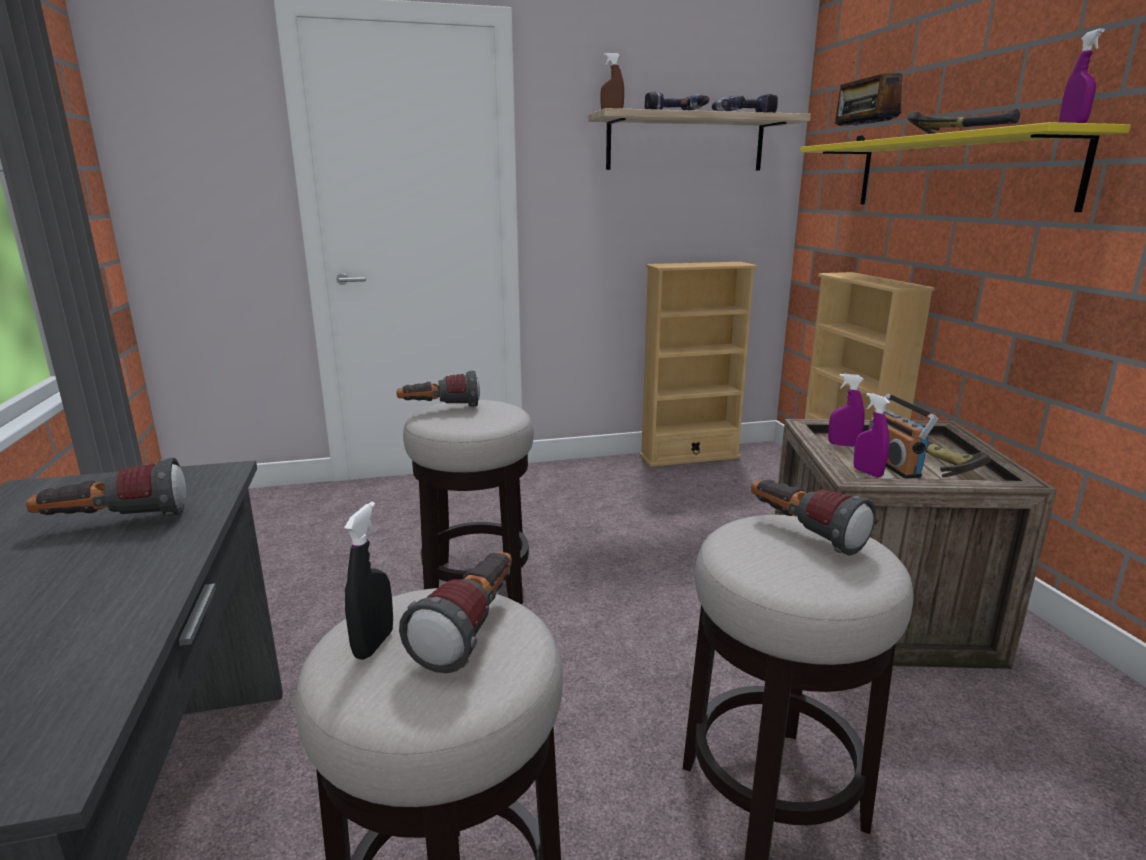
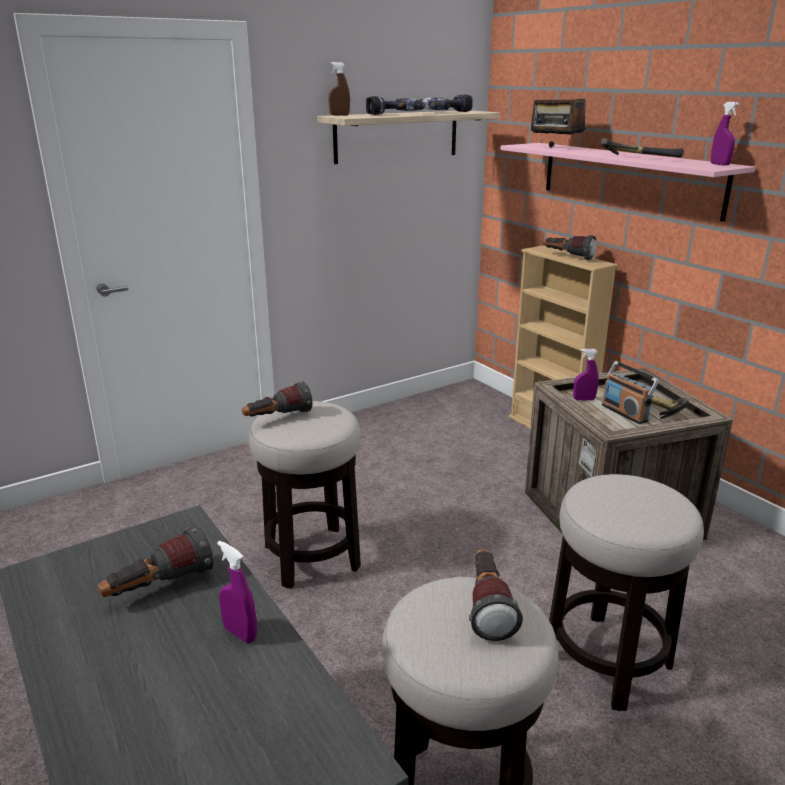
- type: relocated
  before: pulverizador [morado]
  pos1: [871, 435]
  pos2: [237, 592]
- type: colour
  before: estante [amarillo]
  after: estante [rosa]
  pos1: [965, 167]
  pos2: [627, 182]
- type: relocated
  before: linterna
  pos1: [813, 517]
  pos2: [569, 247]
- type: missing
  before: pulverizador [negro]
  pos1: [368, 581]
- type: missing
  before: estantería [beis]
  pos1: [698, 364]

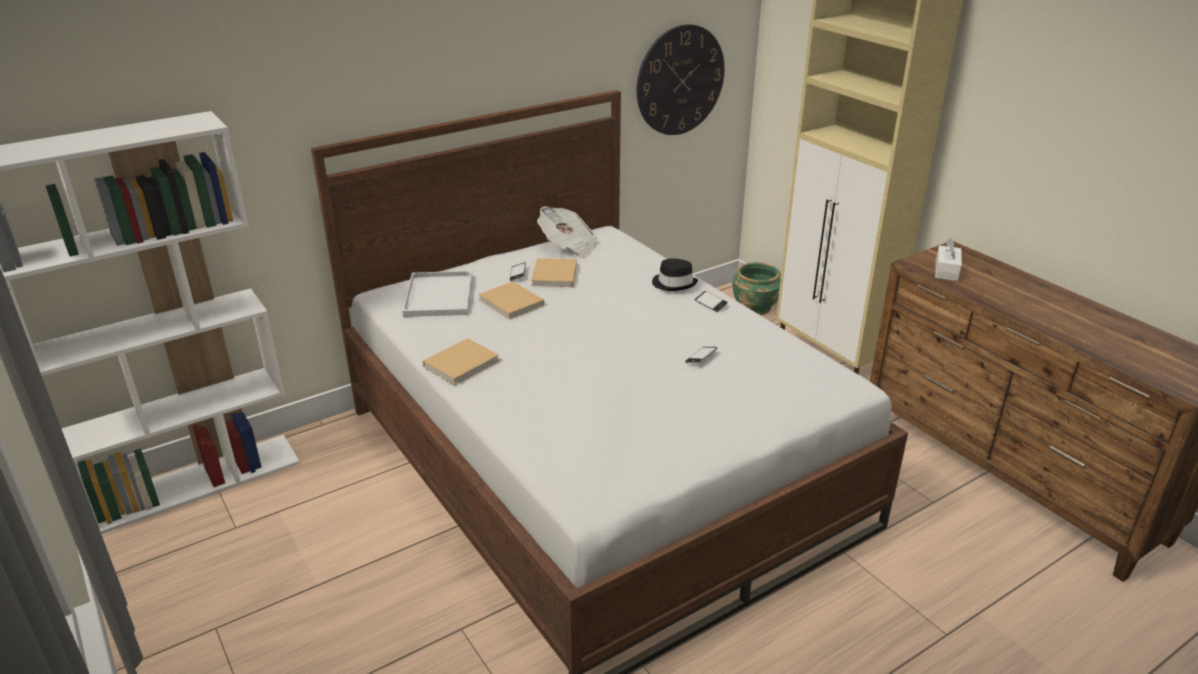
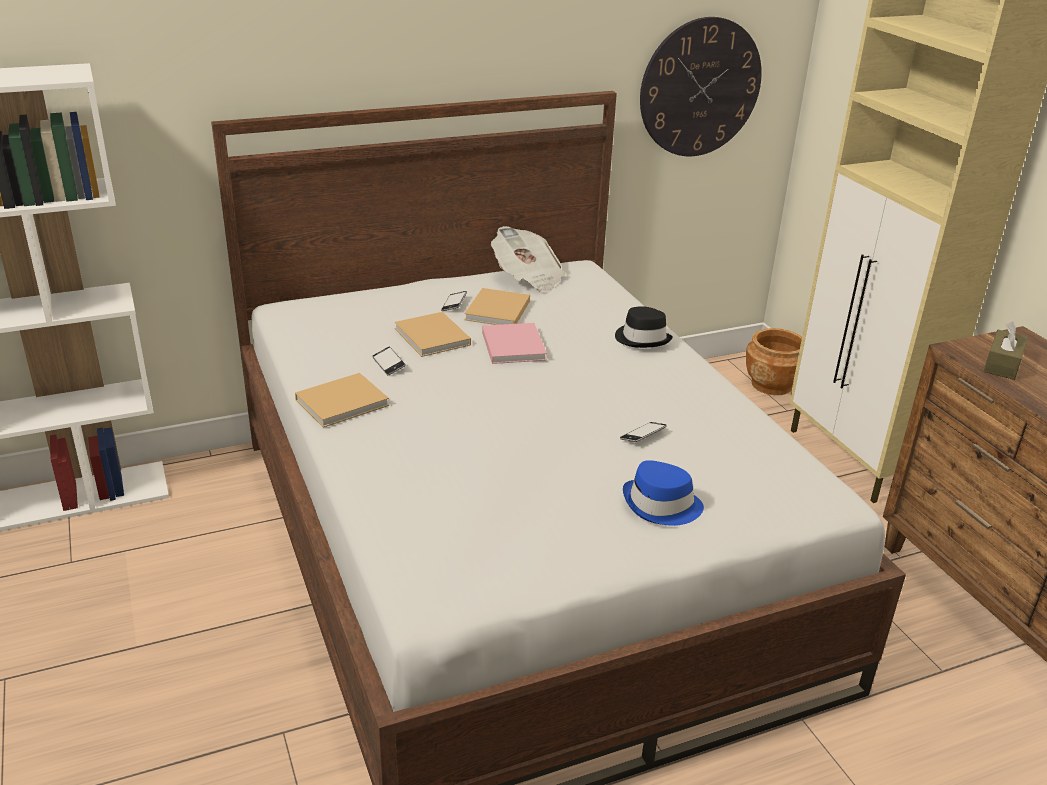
- type: relocated
  before: móvil
  pos1: [711, 301]
  pos2: [389, 361]
- type: appeared
  after: libro [rosa]
  pos2: [514, 343]
- type: appeared
  after: sombrero [azul]
  pos2: [663, 493]
- type: colour
  before: maceta [verde]
  after: maceta [marrón]
  pos1: [756, 288]
  pos2: [774, 361]
- type: colour
  before: caja de pañuelos [blanco]
  after: caja de pañuelos [marrón]
  pos1: [948, 260]
  pos2: [1006, 351]
- type: missing
  before: bandeja [blanco]
  pos1: [437, 294]

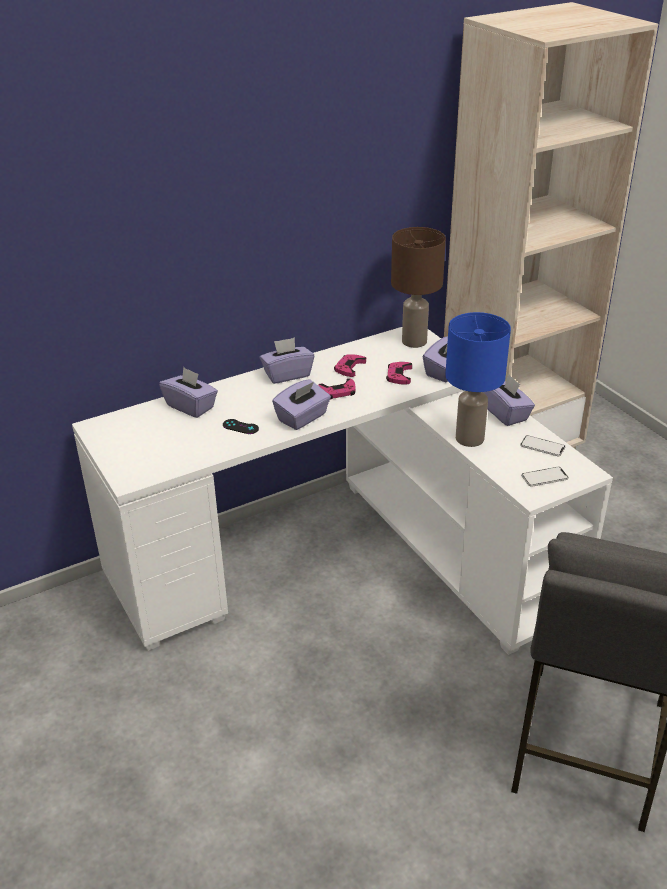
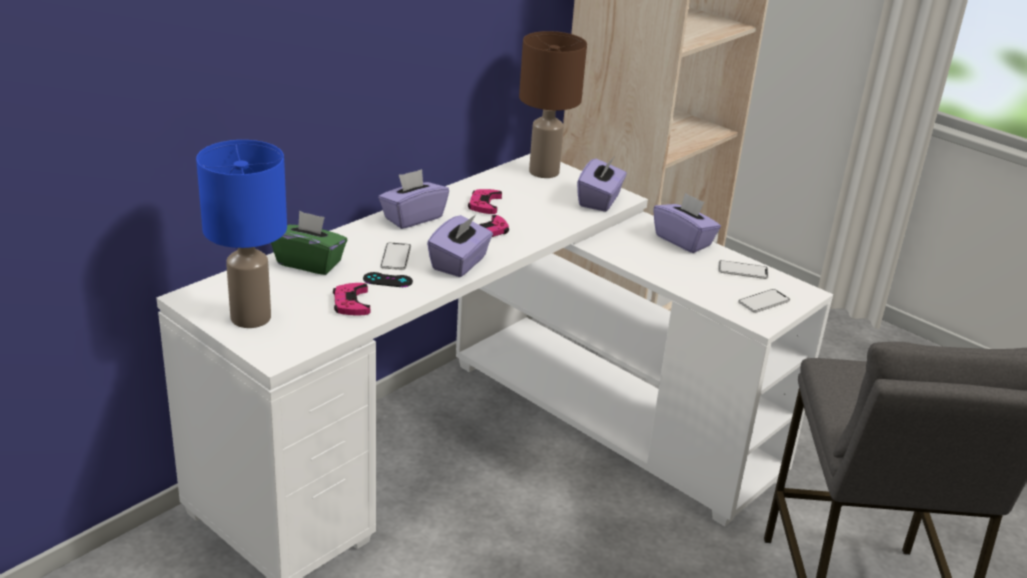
- type: relocated
  before: lámpara de mesa [azul]
  pos1: [478, 379]
  pos2: [241, 234]
- type: colour
  before: caja de pañuelos [morado]
  after: caja de pañuelos [verde]
  pos1: [188, 392]
  pos2: [309, 243]
- type: relocated
  before: mando de consola [rosa]
  pos1: [399, 373]
  pos2: [351, 299]
- type: appeared
  after: móvil
  pos2: [395, 256]

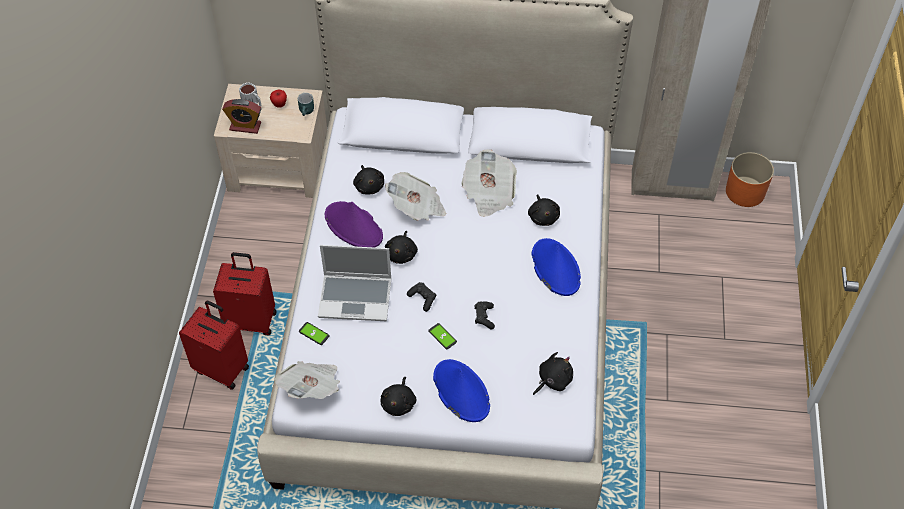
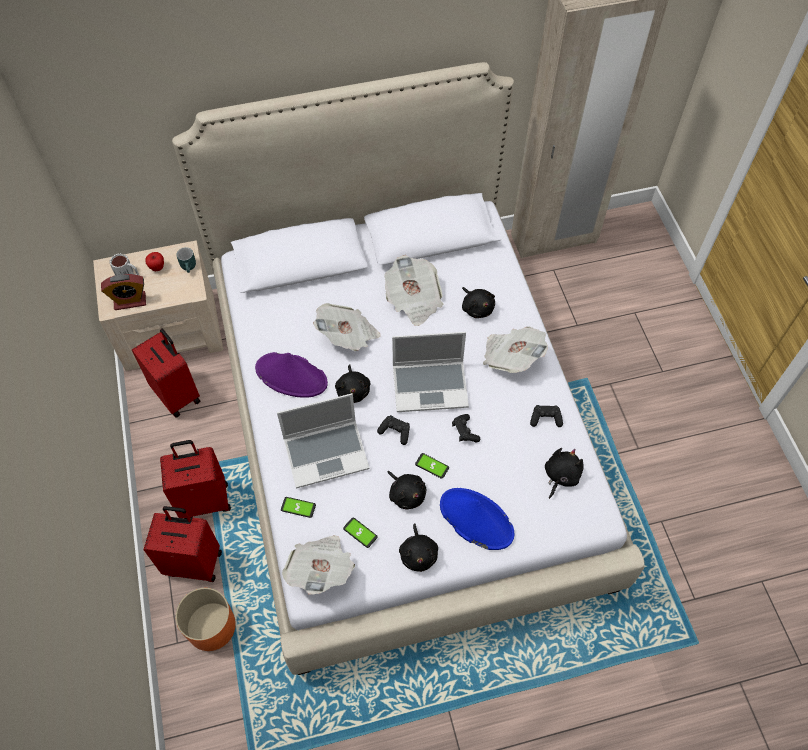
- type: appeared
  after: maleta [rojo]
  pos2: [166, 373]
- type: relocated
  before: maceta [naranja]
  pos1: [750, 179]
  pos2: [206, 619]
- type: appeared
  after: móvil
  pos2: [360, 533]
- type: relocated
  before: peluche [negro]
  pos1: [368, 180]
  pos2: [407, 490]
- type: appeared
  after: portátil
  pos2: [430, 372]
- type: exchanged
  before: sombrero [azul]
  after: periódico
  pos1: [556, 267]
  pos2: [515, 350]
- type: appeared
  after: mando de consola [negro]
  pos2: [546, 416]

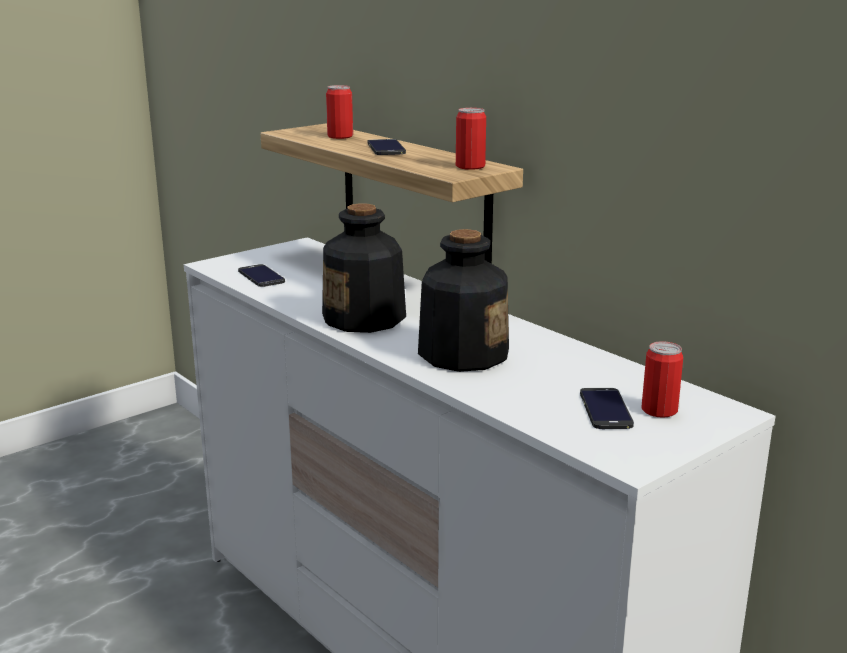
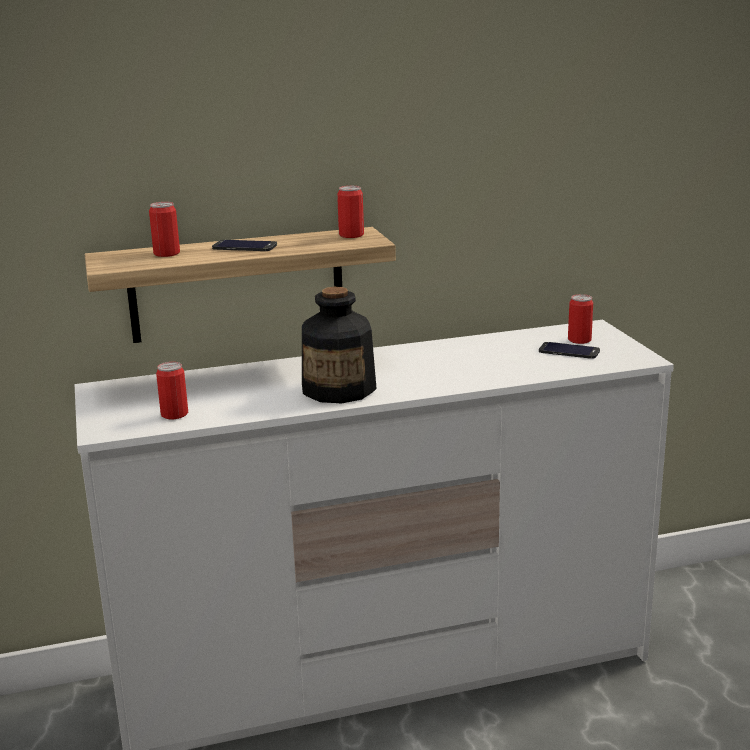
- type: exchanged
  before: móvil
  after: lata
  pos1: [261, 275]
  pos2: [172, 390]
- type: missing
  before: botella
  pos1: [463, 300]

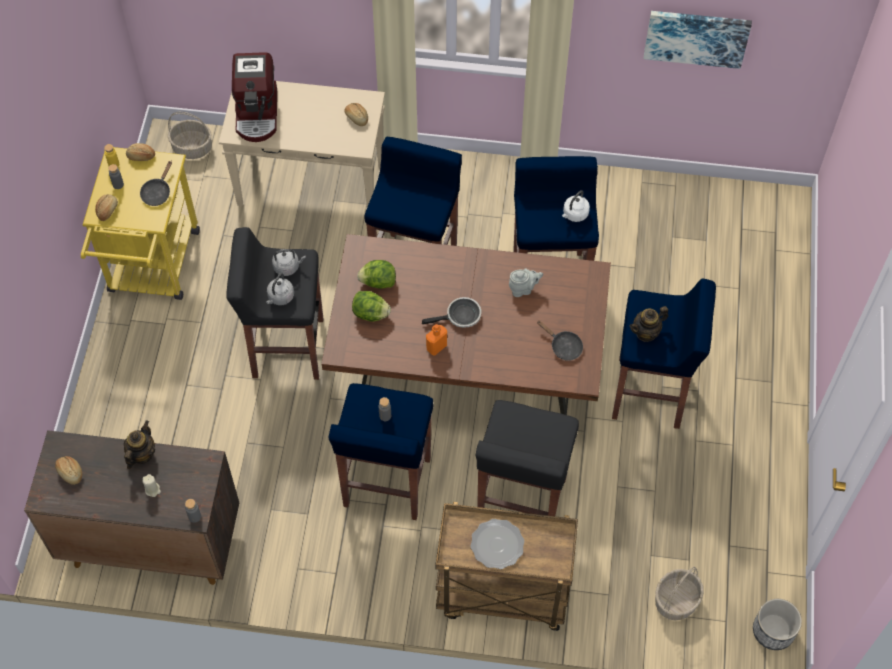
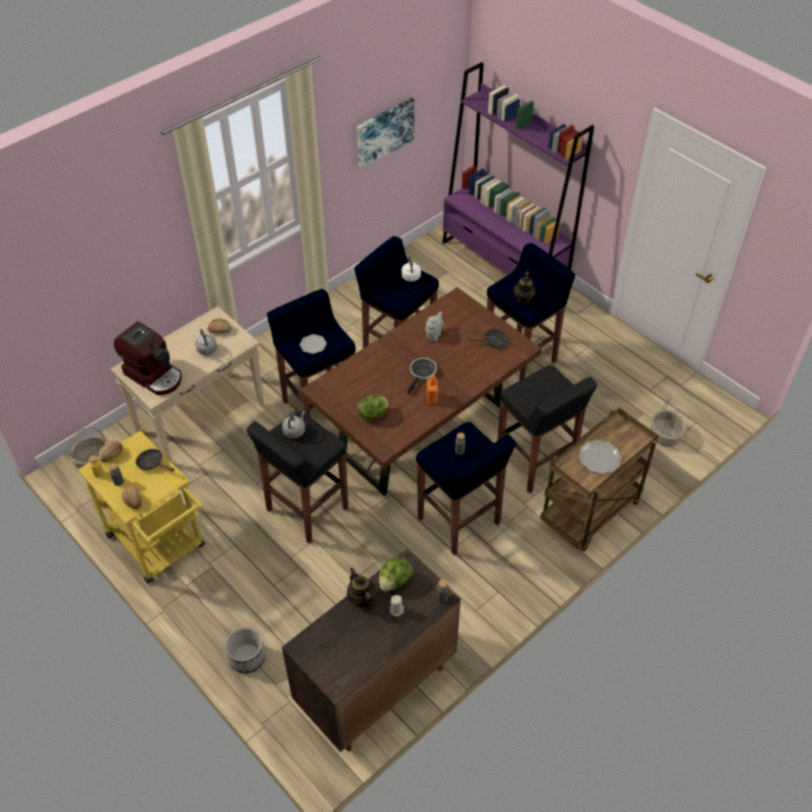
- type: spun
  before: sartén [negro]
  pos1: [156, 183]
  pos2: [155, 460]
  turn: 150
- type: relocated
  before: hervidor [gris]
  pos1: [280, 289]
  pos2: [206, 342]
- type: relocated
  before: maceta
  pos1: [777, 624]
  pos2: [245, 650]
- type: appeared
  after: plato
  pos2: [313, 344]
- type: relocated
  before: lechuga
  pos1: [376, 274]
  pos2: [396, 574]
- type: appeared
  after: estantería [morado]
  pos2: [518, 168]
- type: missing
  before: pan
  pos1: [68, 470]

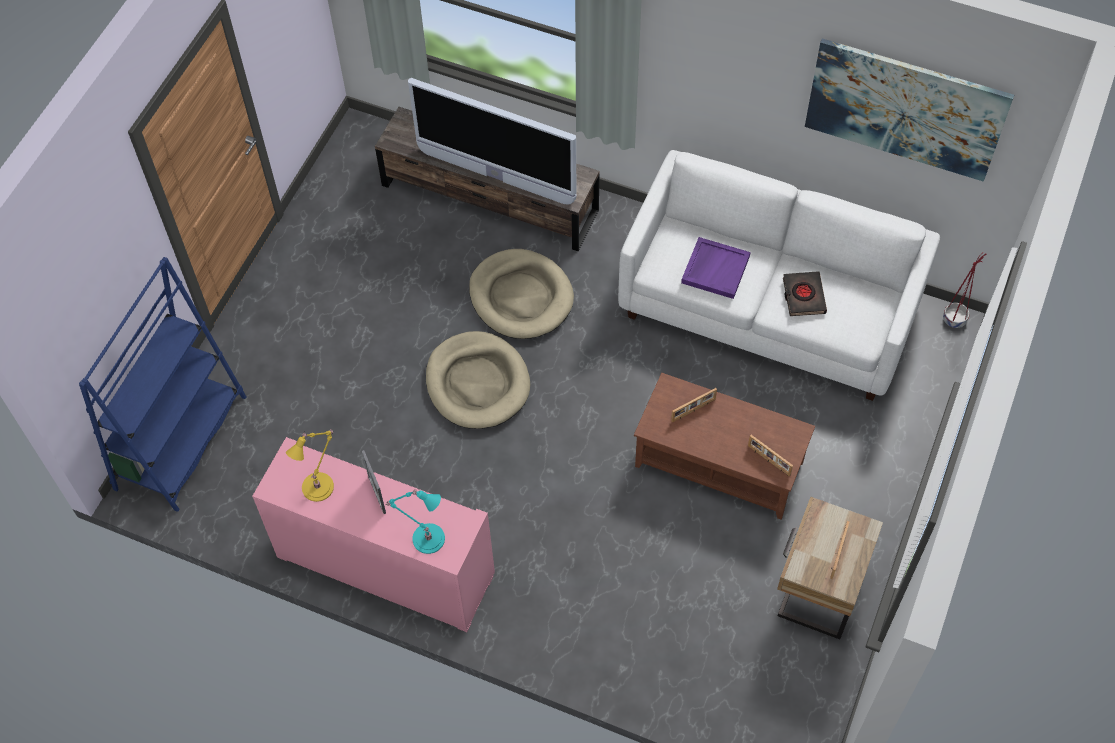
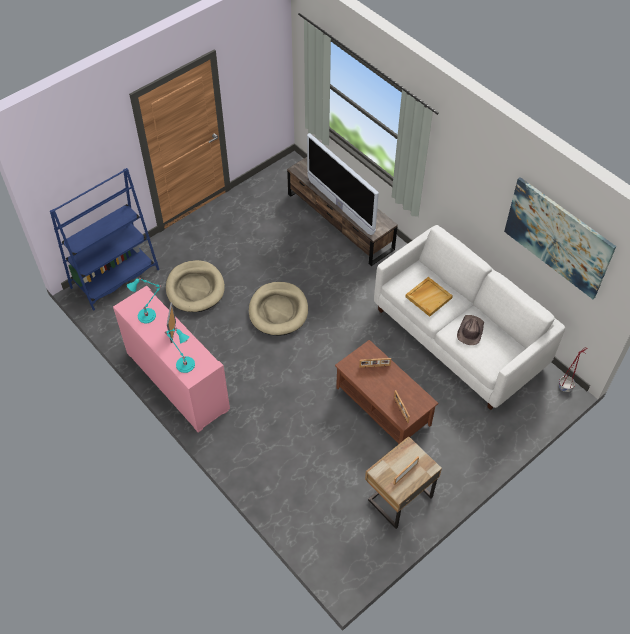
- type: colour
  before: lámpara de mesa [amarillo]
  after: lámpara de mesa [turquesa]
  pos1: [310, 465]
  pos2: [144, 300]
- type: relocated
  before: cama para perro [beis]
  pos1: [521, 294]
  pos2: [195, 286]
- type: colour
  before: bandeja [morado]
  after: bandeja [beis]
  pos1: [715, 268]
  pos2: [429, 297]
- type: exchanged
  before: libro [negro]
  after: sombrero [marrón]
  pos1: [805, 293]
  pos2: [470, 330]

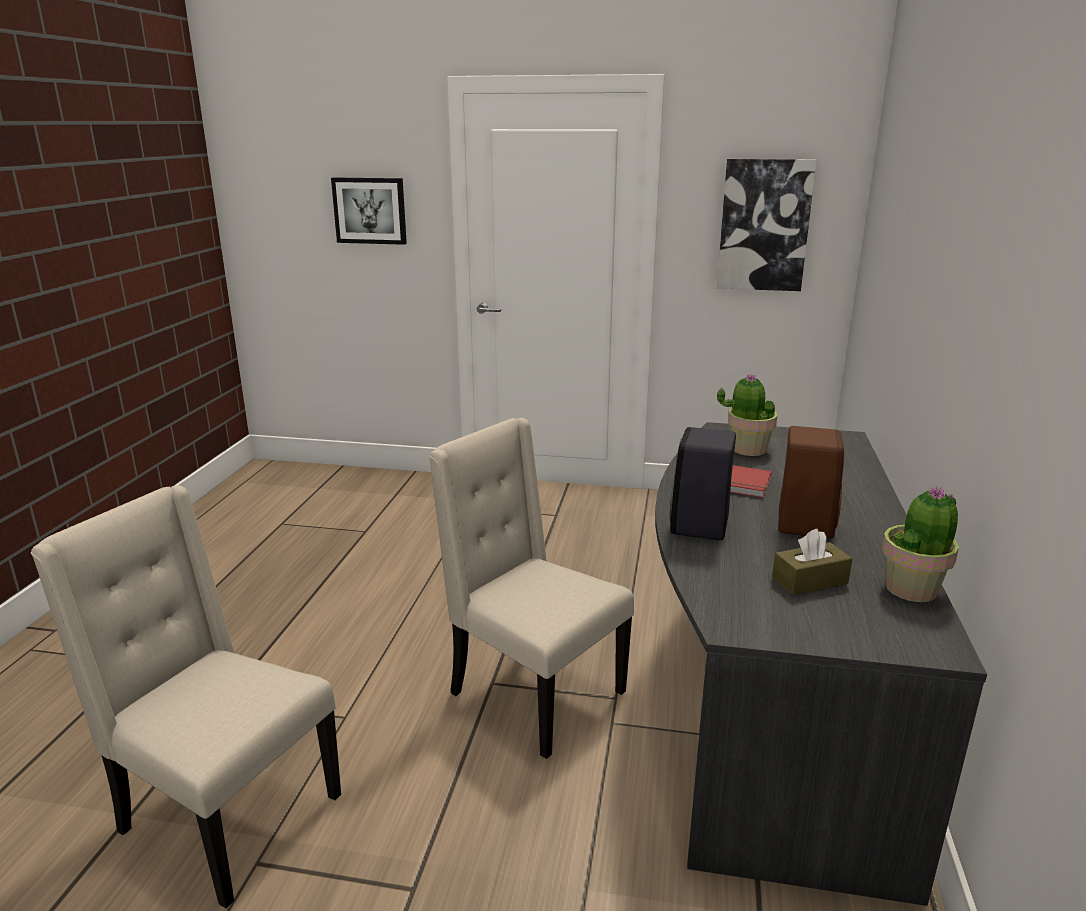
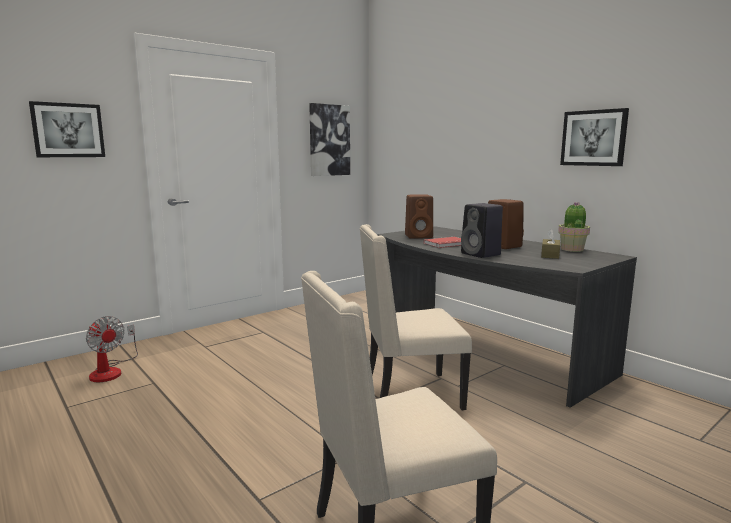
- type: appeared
  after: ventilador
  pos2: [112, 349]
- type: exchanged
  before: planta en maceta
  after: altavoz [marrón]
  pos1: [747, 414]
  pos2: [419, 216]
- type: appeared
  after: cuadro
  pos2: [594, 137]

